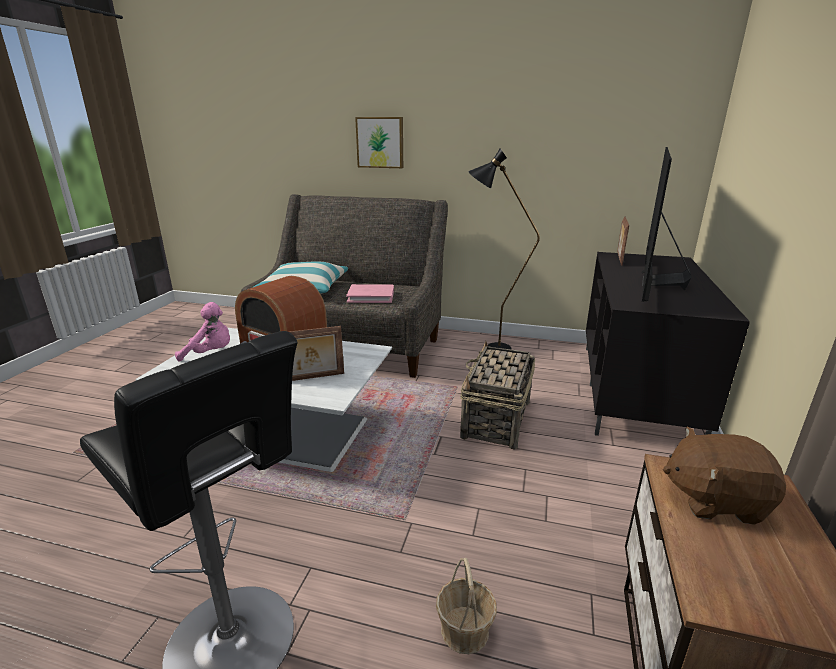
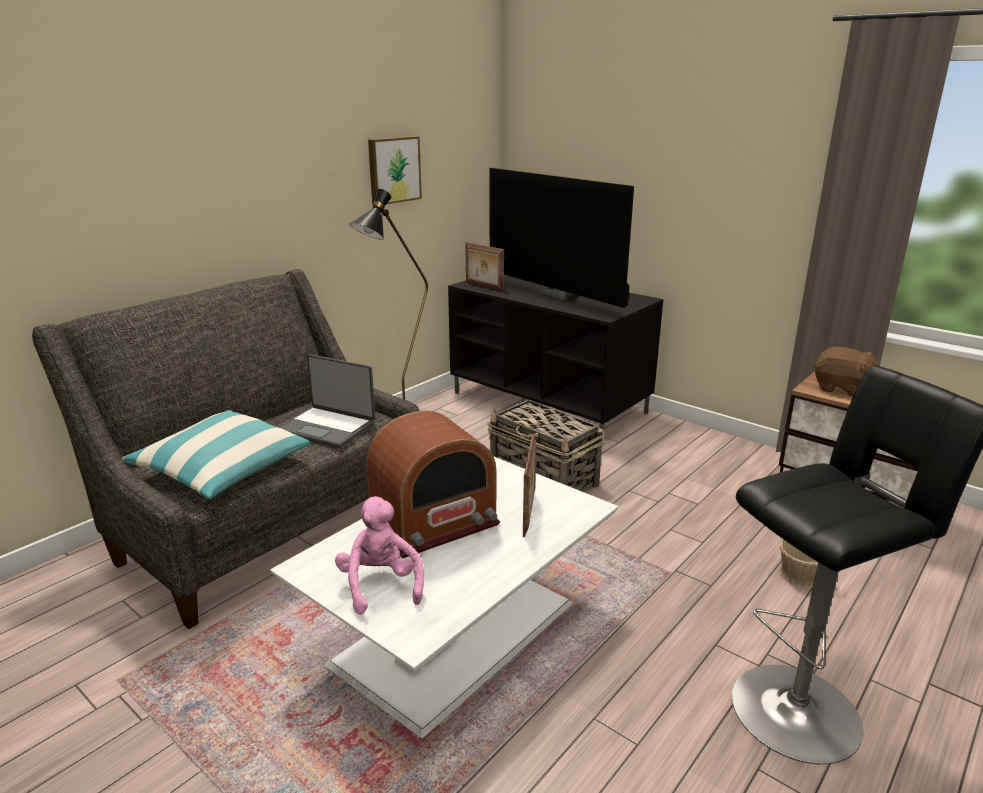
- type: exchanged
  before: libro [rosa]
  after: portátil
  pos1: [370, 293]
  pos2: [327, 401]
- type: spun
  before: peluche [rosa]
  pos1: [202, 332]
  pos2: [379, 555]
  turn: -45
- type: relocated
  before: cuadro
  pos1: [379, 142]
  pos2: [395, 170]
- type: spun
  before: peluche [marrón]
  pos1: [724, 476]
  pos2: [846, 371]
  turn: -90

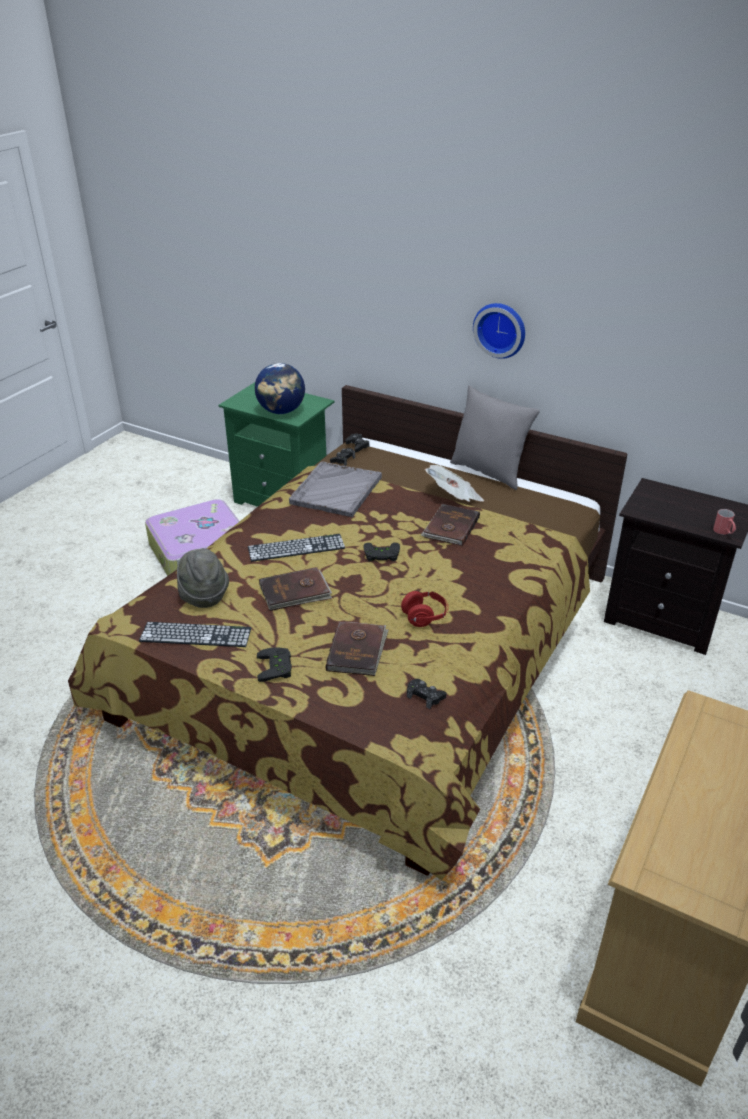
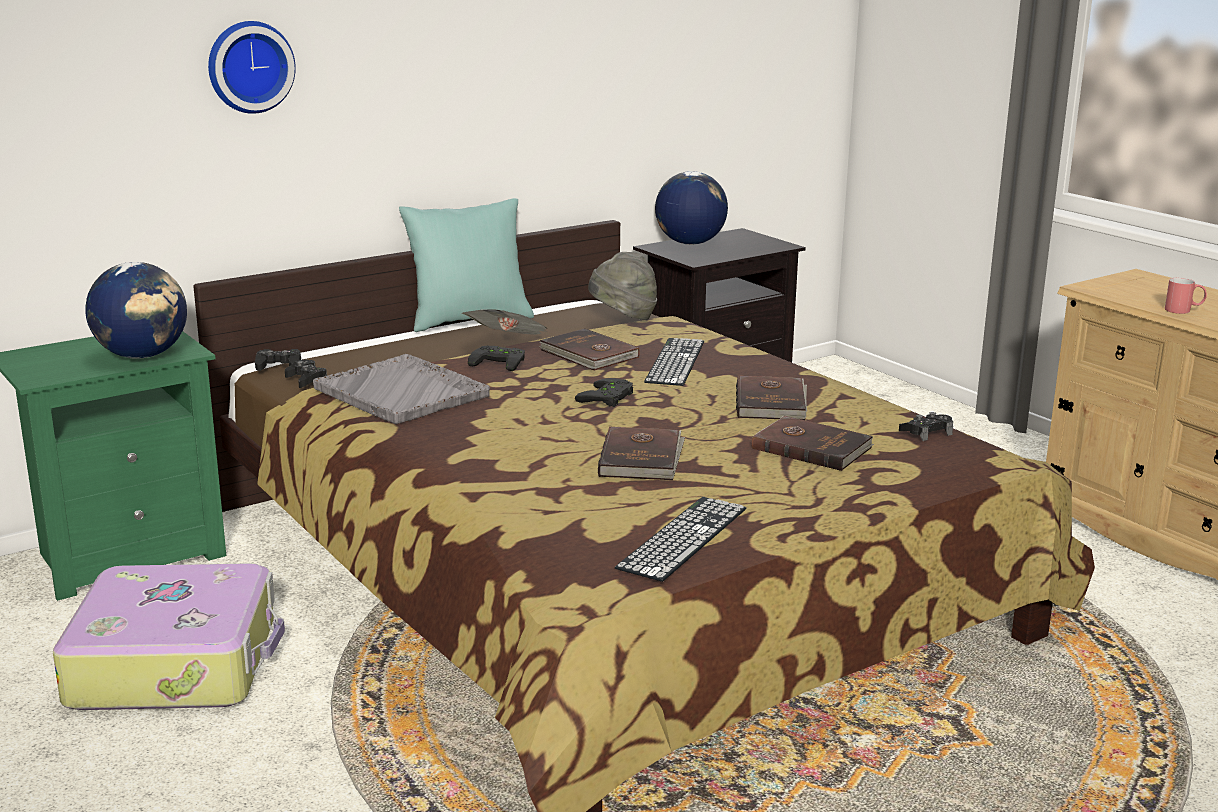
- type: relocated
  before: reloj de pared
  pos1: [499, 331]
  pos2: [252, 67]
- type: colour
  before: cojín [gris]
  after: cojín [turquesa]
  pos1: [495, 438]
  pos2: [466, 265]
- type: relocated
  before: mando de consola [negro]
  pos1: [274, 664]
  pos2: [496, 358]
- type: relocated
  before: sombrero [gris]
  pos1: [203, 578]
  pos2: [622, 286]
- type: relocated
  before: teclado
  pos1: [296, 548]
  pos2: [674, 362]
- type: appeared
  after: globo terráqueo
  pos2: [691, 208]
- type: exchanged
  before: auriculares [rojo]
  after: libro [marrón]
  pos1: [424, 609]
  pos2: [771, 397]
- type: relocated
  before: taza grande [rojo]
  pos1: [724, 522]
  pos2: [1186, 296]

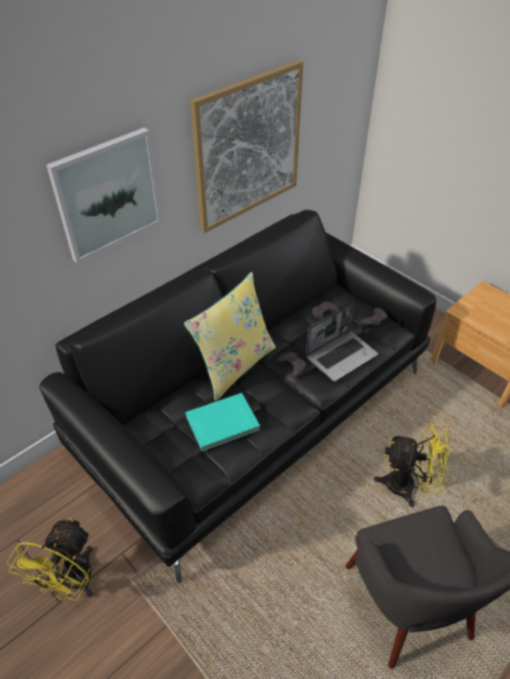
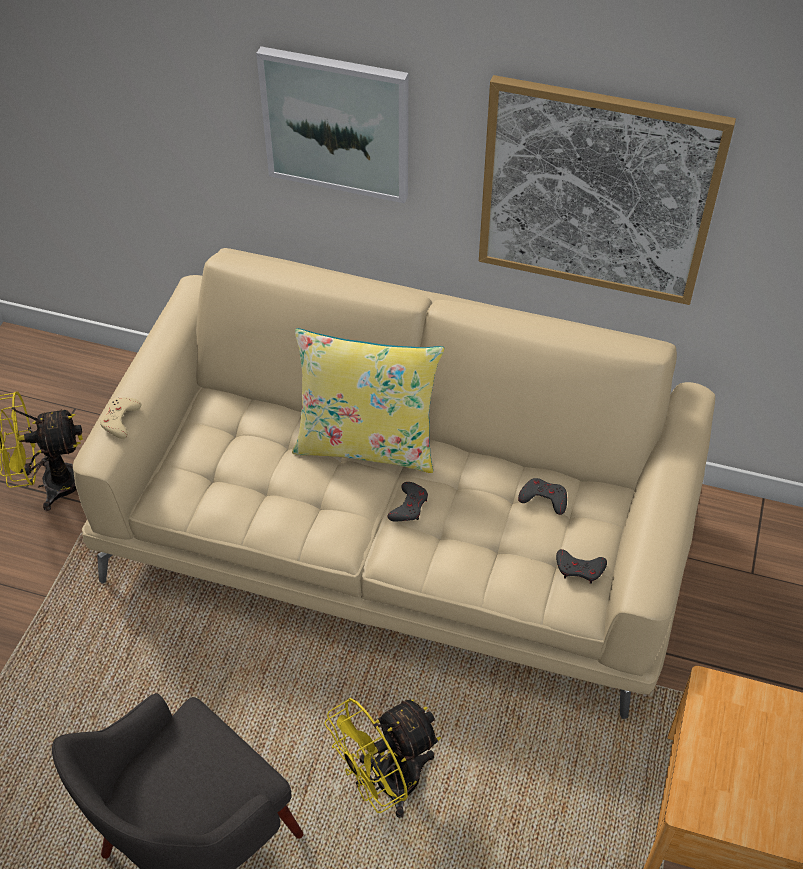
- type: colour
  before: sofá [negro]
  after: sofá [beis]
  pos1: [237, 396]
  pos2: [394, 483]
- type: appeared
  after: mando de consola [beis]
  pos2: [121, 418]
- type: spun
  before: ventilador [amarillo]
  pos1: [413, 465]
  pos2: [382, 758]
  turn: 75
- type: missing
  before: libro [turquesa]
  pos1: [222, 422]
- type: missing
  before: portátil
  pos1: [342, 342]

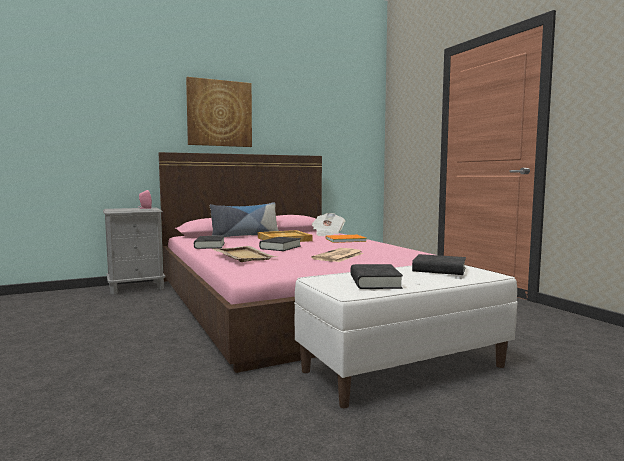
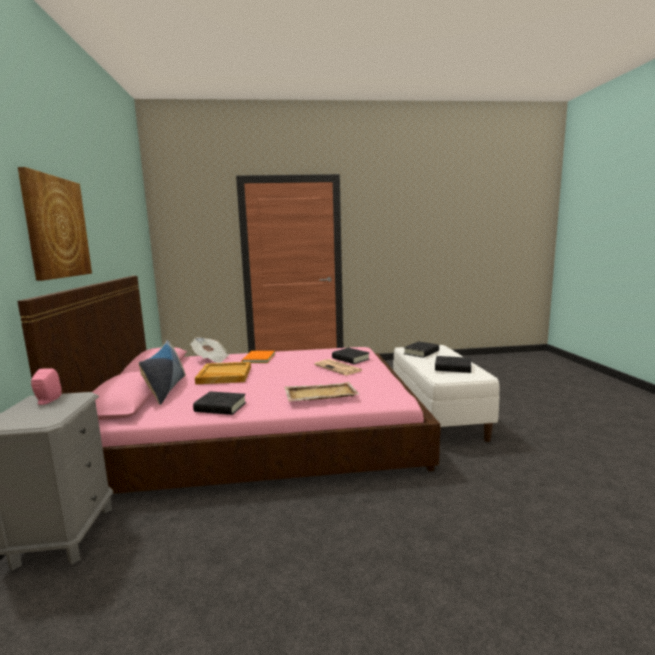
- type: relocated
  before: libro [negro]
  pos1: [280, 244]
  pos2: [351, 356]

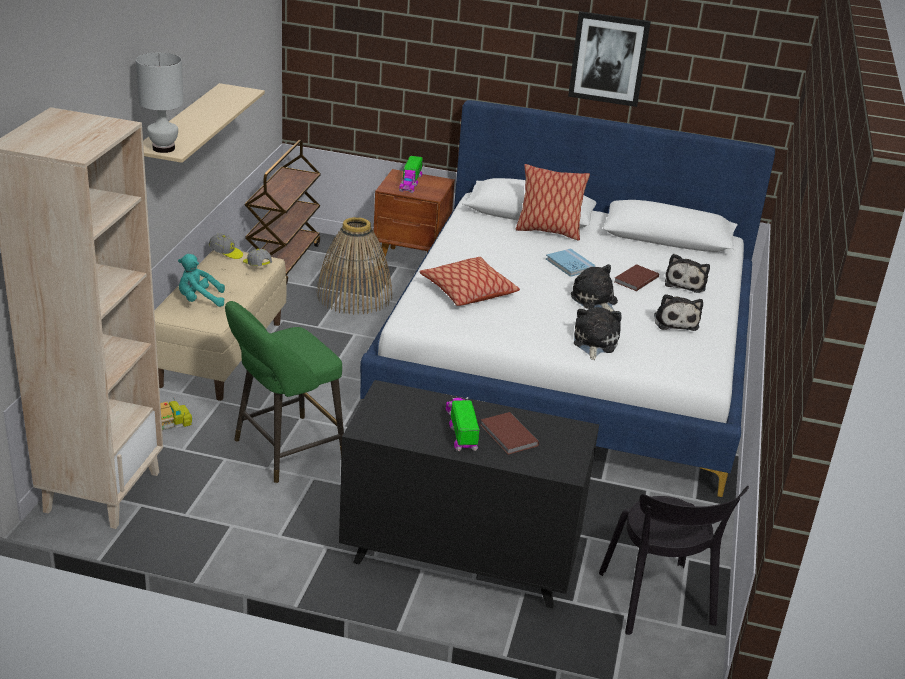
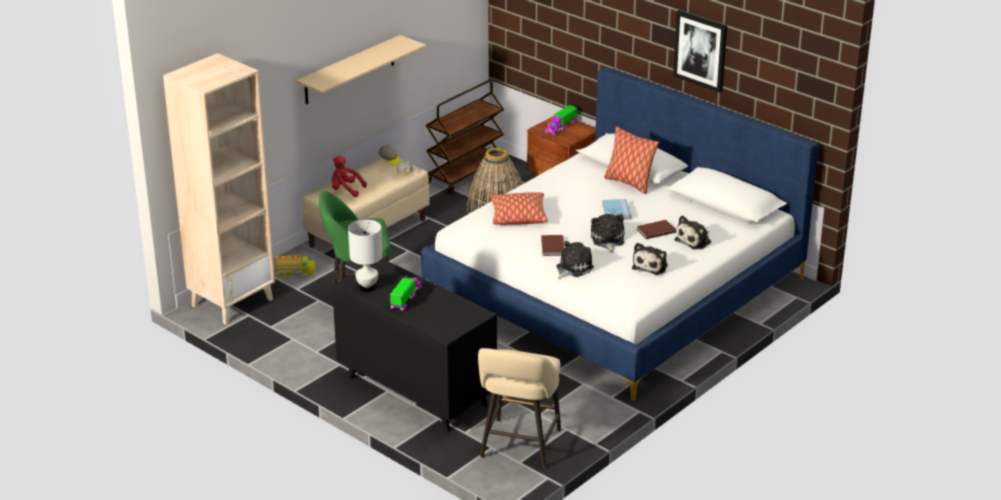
- type: colour
  before: peluche [turquesa]
  after: peluche [rojo]
  pos1: [201, 280]
  pos2: [349, 176]
- type: relocated
  before: lámpara de mesa [blanco]
  pos1: [160, 102]
  pos2: [365, 255]
- type: exchanged
  before: silla [negro]
  after: taburete [beis]
  pos1: [674, 560]
  pos2: [519, 408]
- type: relocated
  before: libro [marrón]
  pos1: [509, 433]
  pos2: [553, 245]

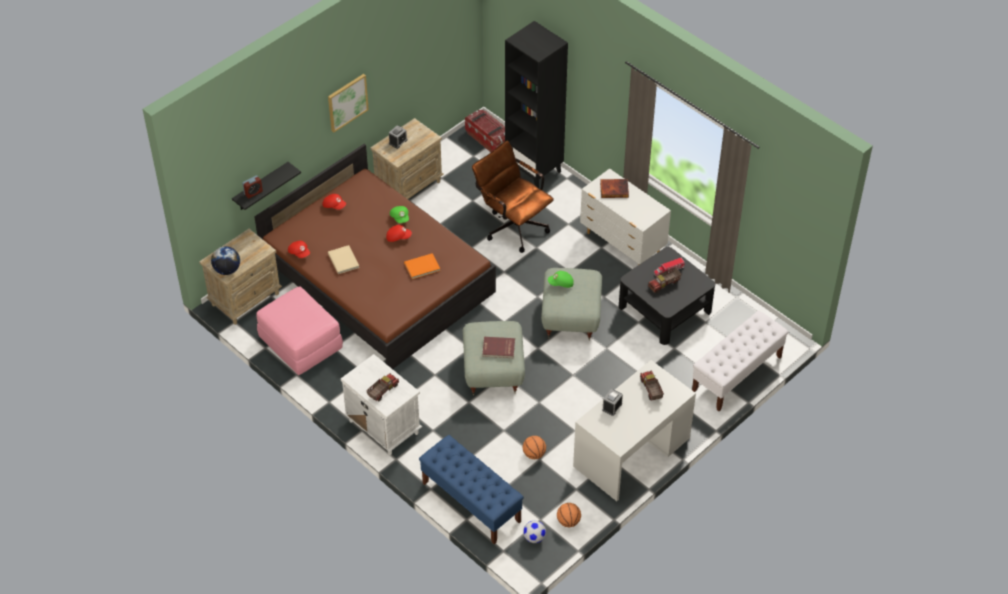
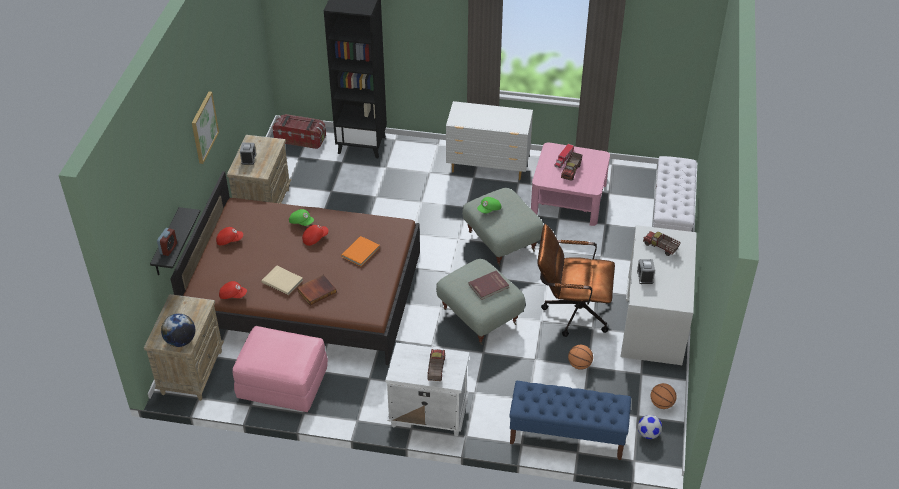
- type: relocated
  before: libro
  pos1: [614, 188]
  pos2: [317, 290]
- type: colour
  before: mesa de centro [negro]
  after: mesa de centro [rosa]
  pos1: [667, 296]
  pos2: [570, 184]
- type: relocated
  before: silla de oficina [marrón]
  pos1: [513, 196]
  pos2: [576, 280]

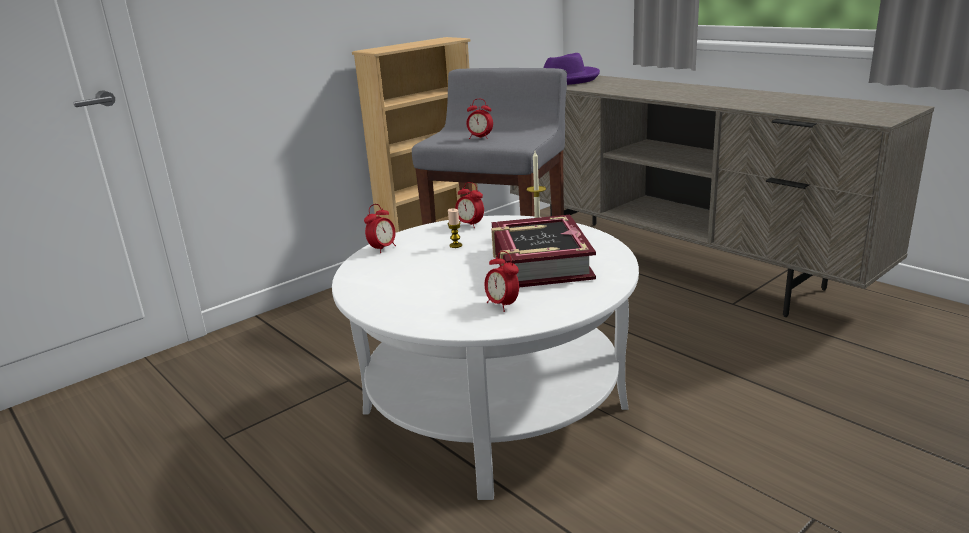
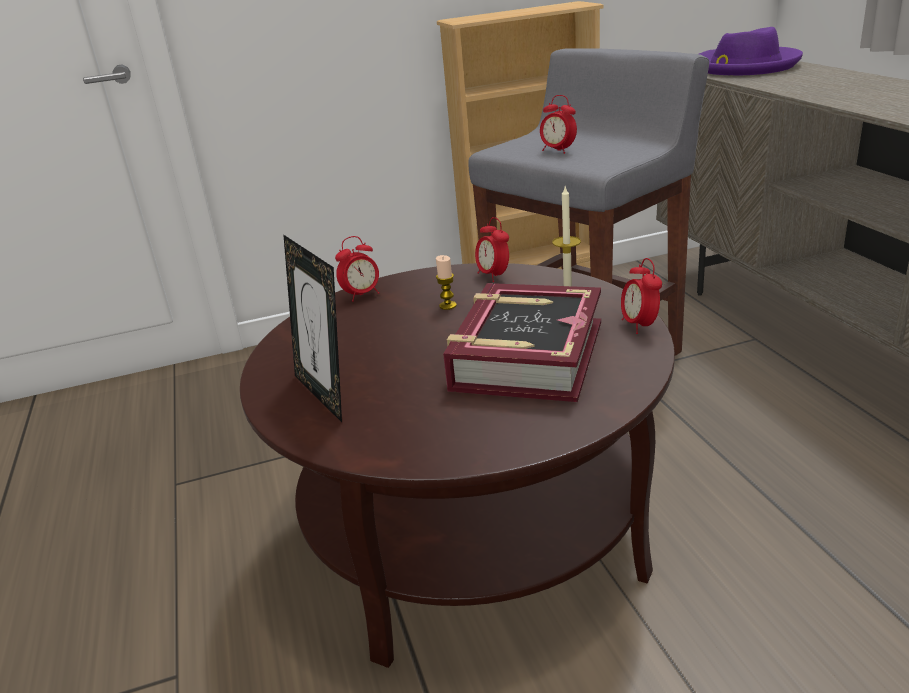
- type: colour
  before: mesa de centro [blanco]
  after: mesa de centro [marrón]
  pos1: [485, 357]
  pos2: [457, 465]
- type: appeared
  after: portarretratos
  pos2: [312, 328]
- type: relocated
  before: despertador
  pos1: [502, 281]
  pos2: [641, 296]

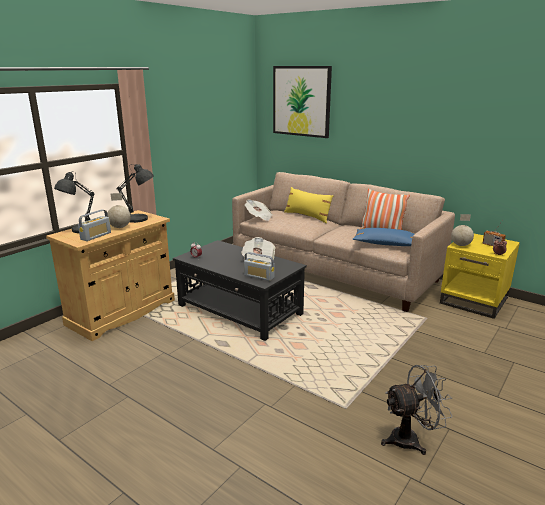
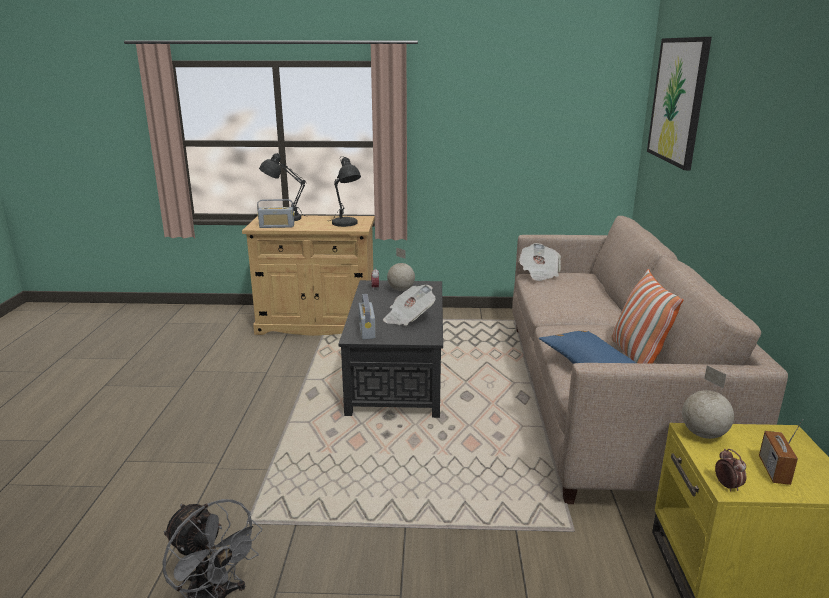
- type: relocated
  before: globo terráqueo
  pos1: [119, 210]
  pos2: [401, 269]
- type: missing
  before: cojín [amarillo]
  pos1: [309, 205]

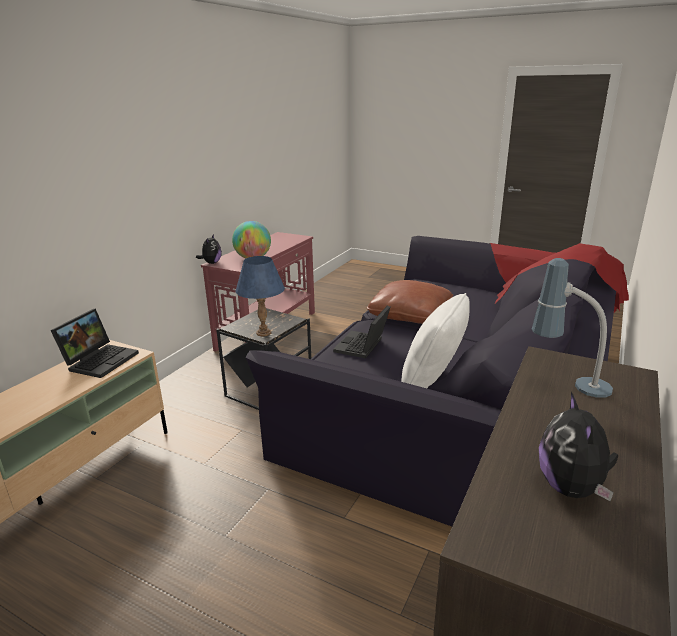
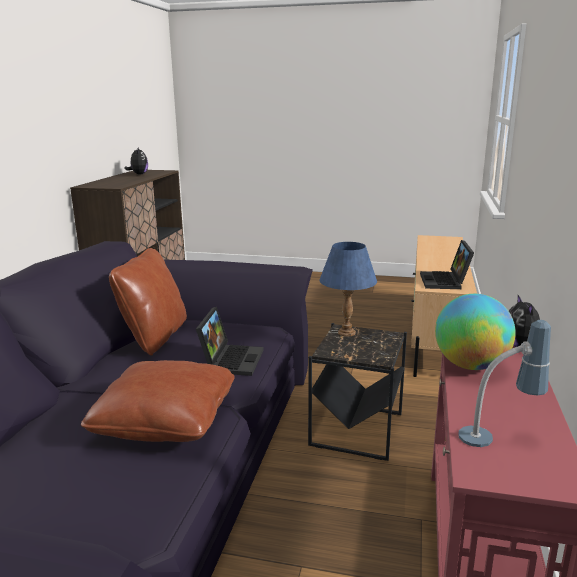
- type: colour
  before: cojín [blanco]
  after: cojín [marrón]
  pos1: [435, 340]
  pos2: [148, 302]
- type: relocated
  before: lámpara de mesa
  pos1: [572, 328]
  pos2: [505, 383]

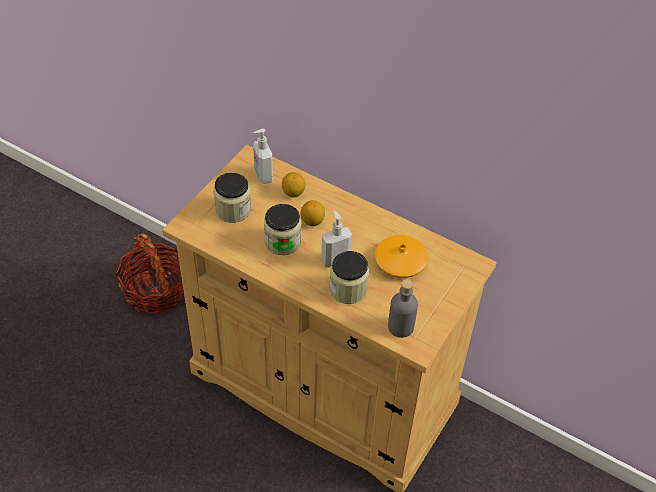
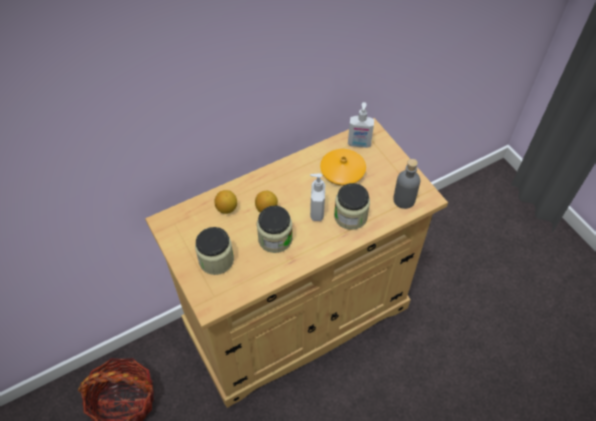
- type: relocated
  before: dispensador de jabón
  pos1: [263, 156]
  pos2: [361, 125]

